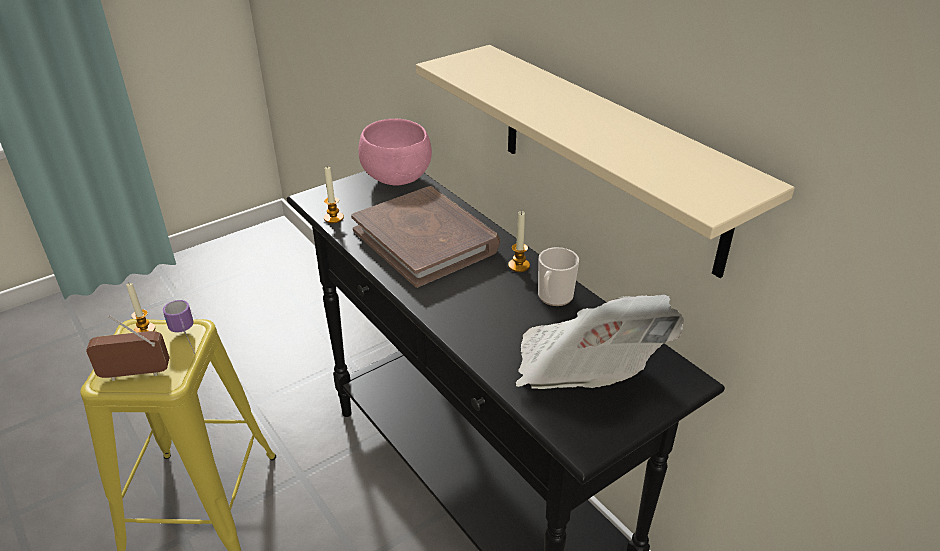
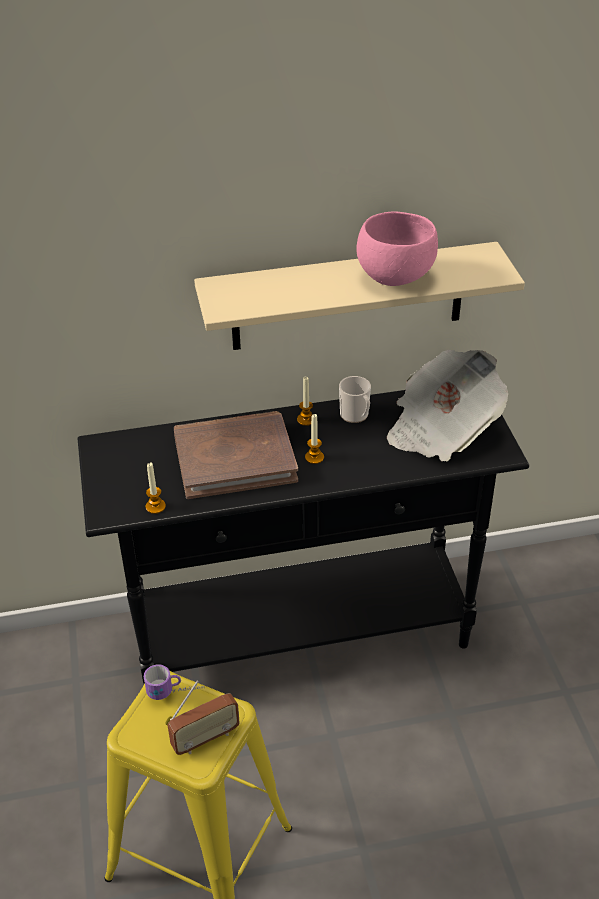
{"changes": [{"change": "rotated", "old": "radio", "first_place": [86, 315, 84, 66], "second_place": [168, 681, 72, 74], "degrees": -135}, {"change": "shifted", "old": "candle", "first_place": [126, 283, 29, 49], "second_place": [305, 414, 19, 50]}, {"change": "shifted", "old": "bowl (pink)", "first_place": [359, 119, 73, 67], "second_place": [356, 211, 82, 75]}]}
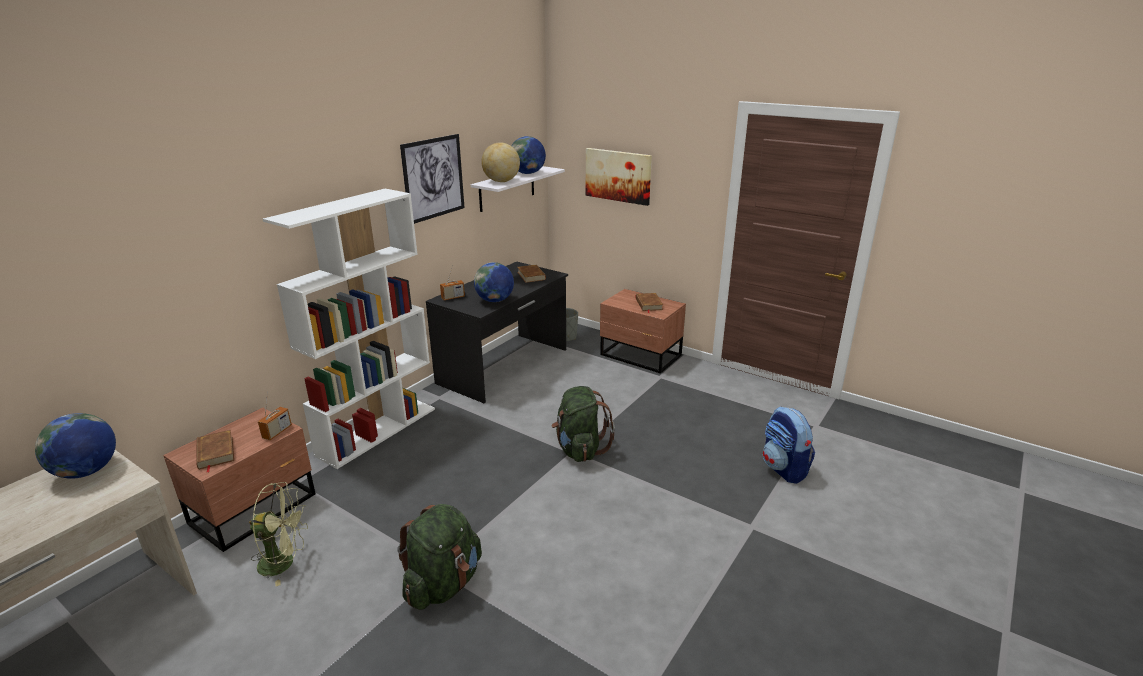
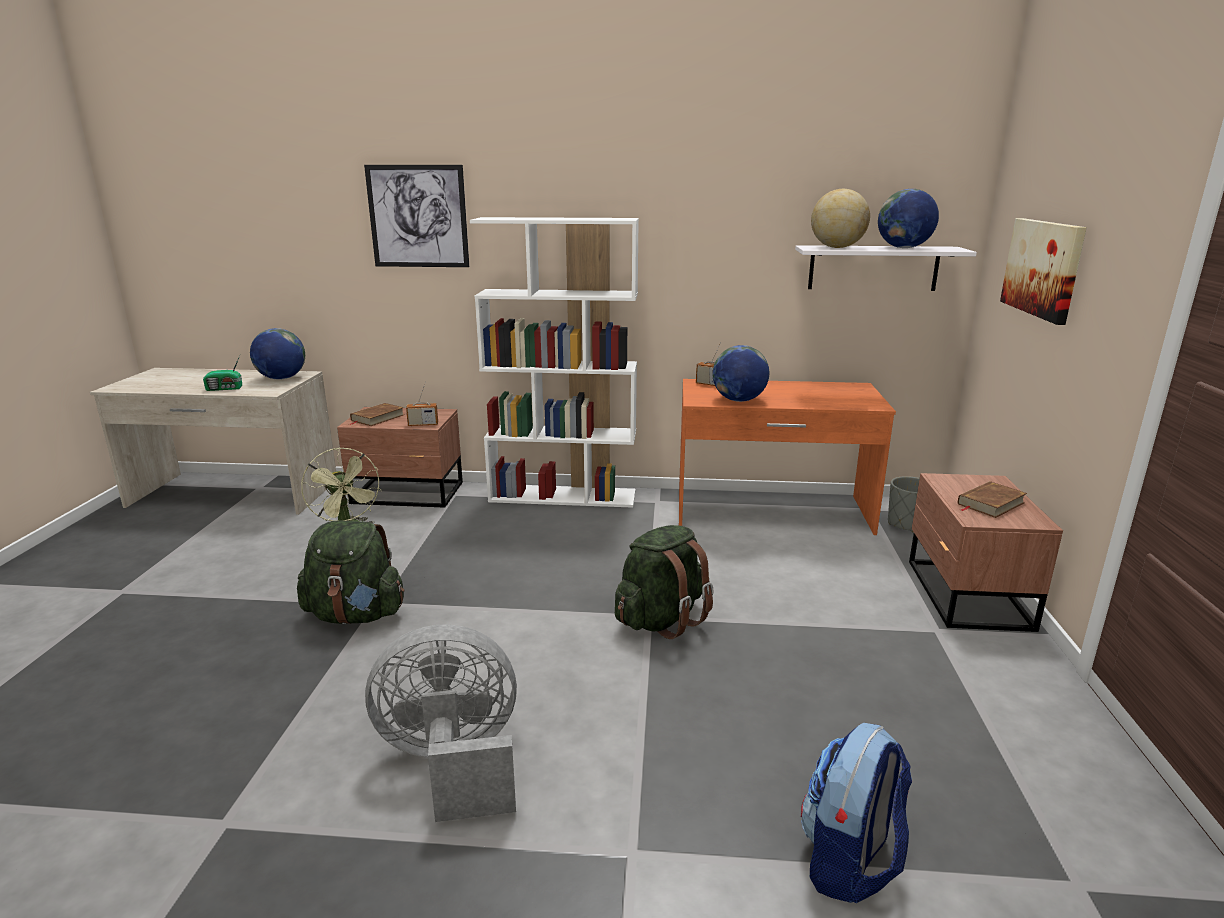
{"changes": [{"change": "new", "new": "radio", "second_place": [203, 355, 39, 36]}, {"change": "shifted", "old": "picture", "first_place": [400, 134, 65, 90], "second_place": [364, 165, 105, 102]}, {"change": "new", "new": "fan (grey)", "second_place": [365, 625, 152, 197]}, {"change": "repainted", "old": "desk (black)", "new": "desk (orange)", "first_place": [426, 262, 142, 141], "second_place": [679, 379, 217, 156]}, {"change": "gone", "old": "book (brown)", "first_place": [517, 265, 29, 18]}]}
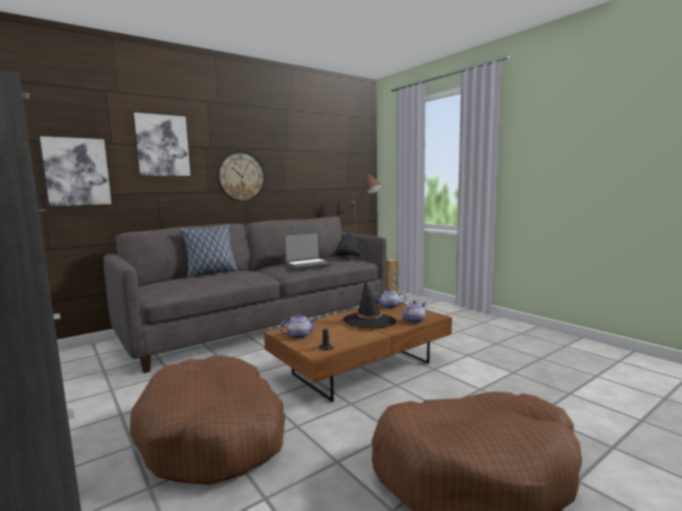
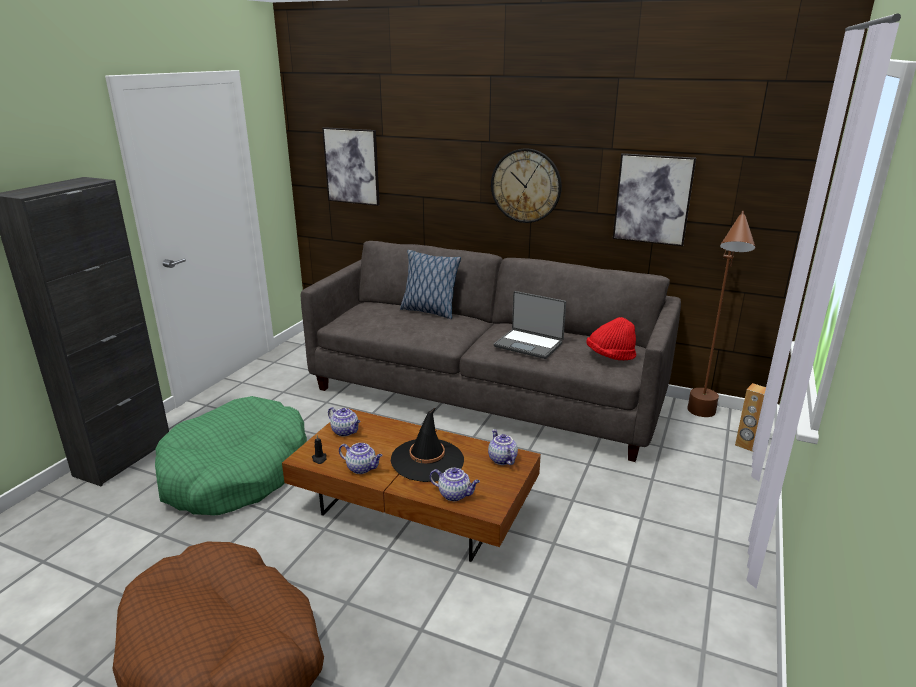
{"changes": [{"change": "repainted", "old": "dog bed (brown)", "new": "dog bed (green)", "first_place": [130, 356, 156, 129], "second_place": [155, 396, 152, 119]}, {"change": "new", "new": "teapot", "second_place": [339, 443, 44, 31]}, {"change": "repainted", "old": "hat (black)", "new": "hat (red)", "first_place": [335, 234, 25, 22], "second_place": [586, 317, 50, 44]}, {"change": "shifted", "old": "picture", "first_place": [132, 111, 60, 66], "second_place": [613, 153, 83, 93]}]}
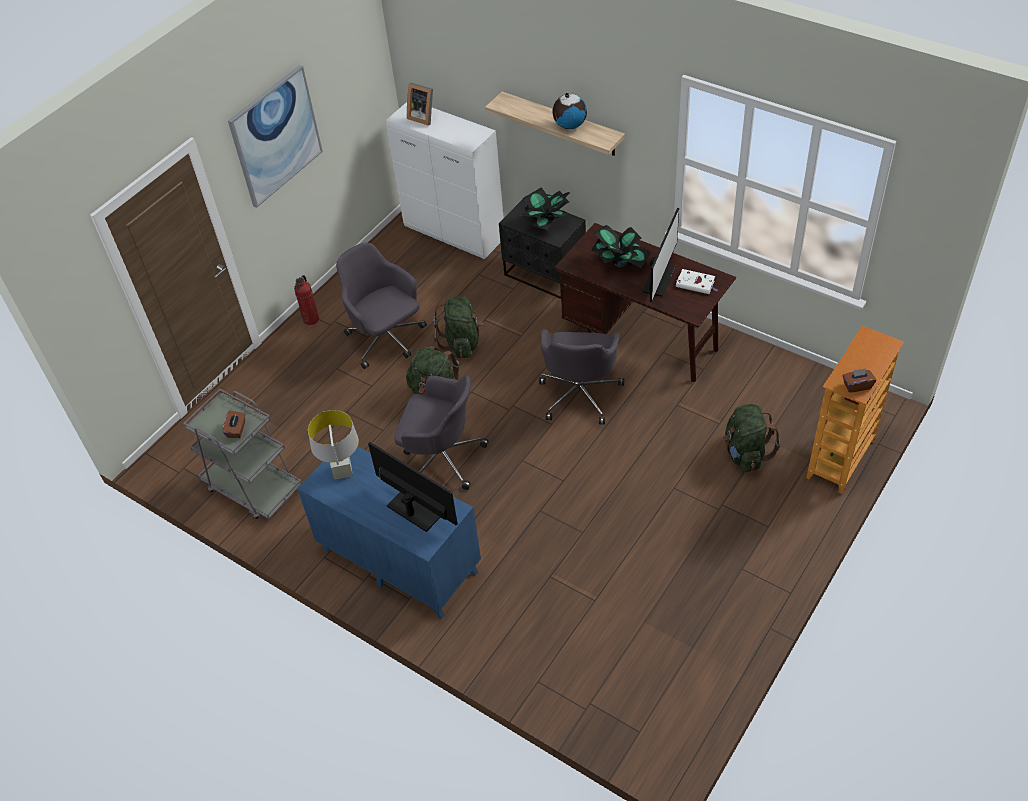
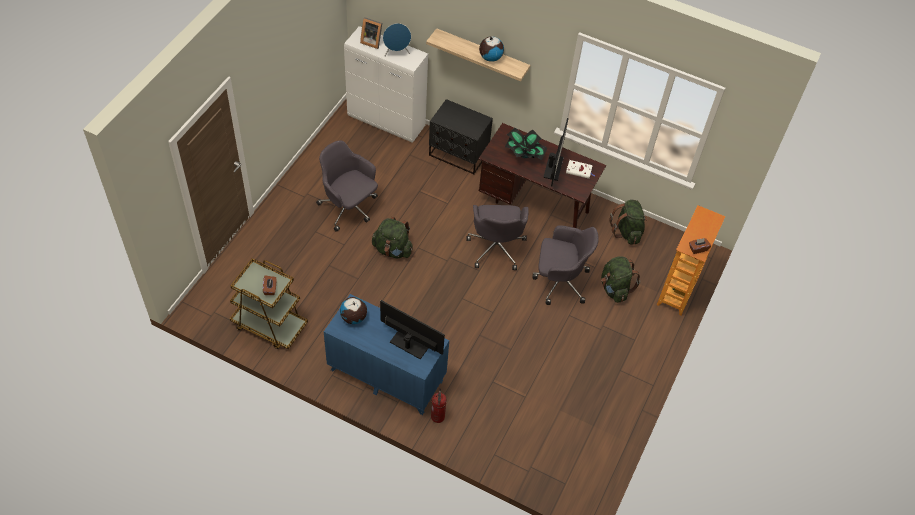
{"changes": [{"change": "repainted", "old": "cart (grey)", "new": "cart (brown)", "first_place": [183, 389, 119, 130], "second_place": [230, 258, 78, 91]}, {"change": "swapped", "old": "table lamp (grey)", "new": "globe", "first_place": [308, 410, 51, 69], "second_place": [340, 297, 27, 27]}, {"change": "new", "new": "speaker (blue)", "second_place": [383, 23, 28, 33]}, {"change": "shifted", "old": "fire extinguisher", "first_place": [294, 275, 25, 50], "second_place": [431, 388, 15, 35]}, {"change": "shifted", "old": "office chair (grey)", "first_place": [394, 375, 95, 115], "second_place": [532, 225, 67, 80]}, {"change": "shifted", "old": "backpack (green)", "first_place": [434, 296, 49, 62], "second_place": [609, 200, 39, 45]}, {"change": "gone", "old": "picture", "first_place": [228, 65, 95, 143]}, {"change": "gone", "old": "potted plant", "first_place": [521, 187, 49, 43]}]}
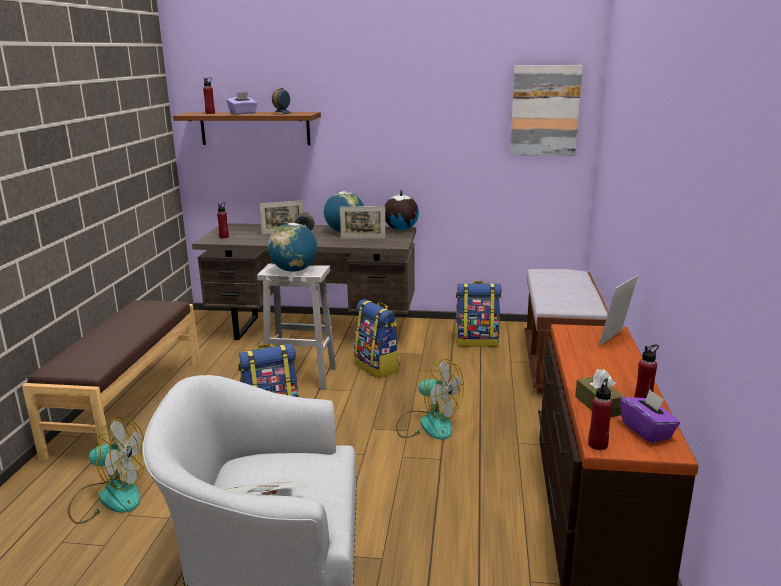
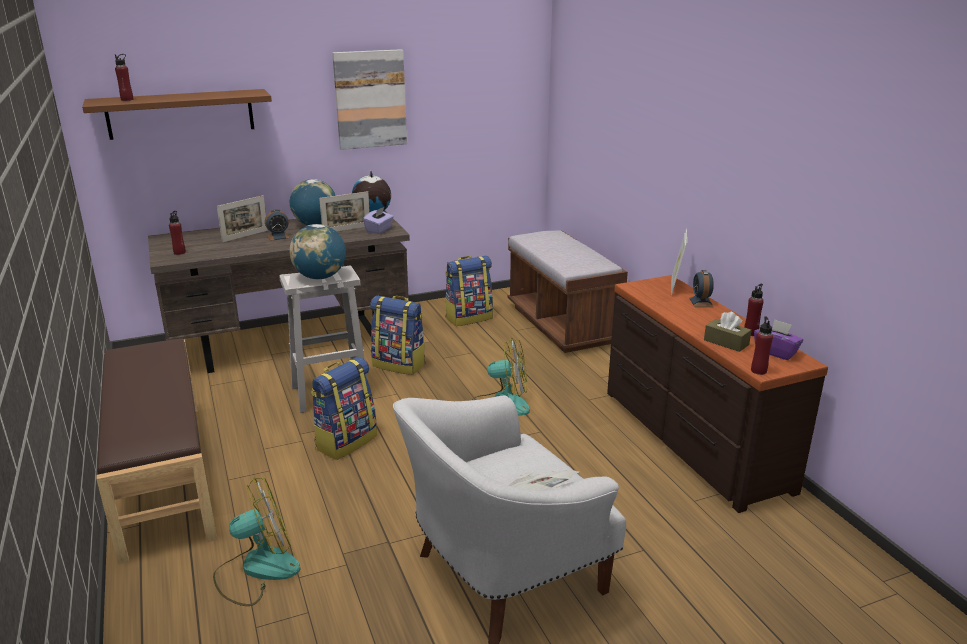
{"changes": [{"change": "shifted", "old": "picture", "first_place": [510, 65, 73, 91], "second_place": [332, 49, 75, 101]}, {"change": "shifted", "old": "tissue box (purple)", "first_place": [227, 92, 30, 23], "second_place": [363, 207, 31, 27]}, {"change": "shifted", "old": "alarm clock", "first_place": [272, 88, 20, 27], "second_place": [689, 270, 25, 37]}]}
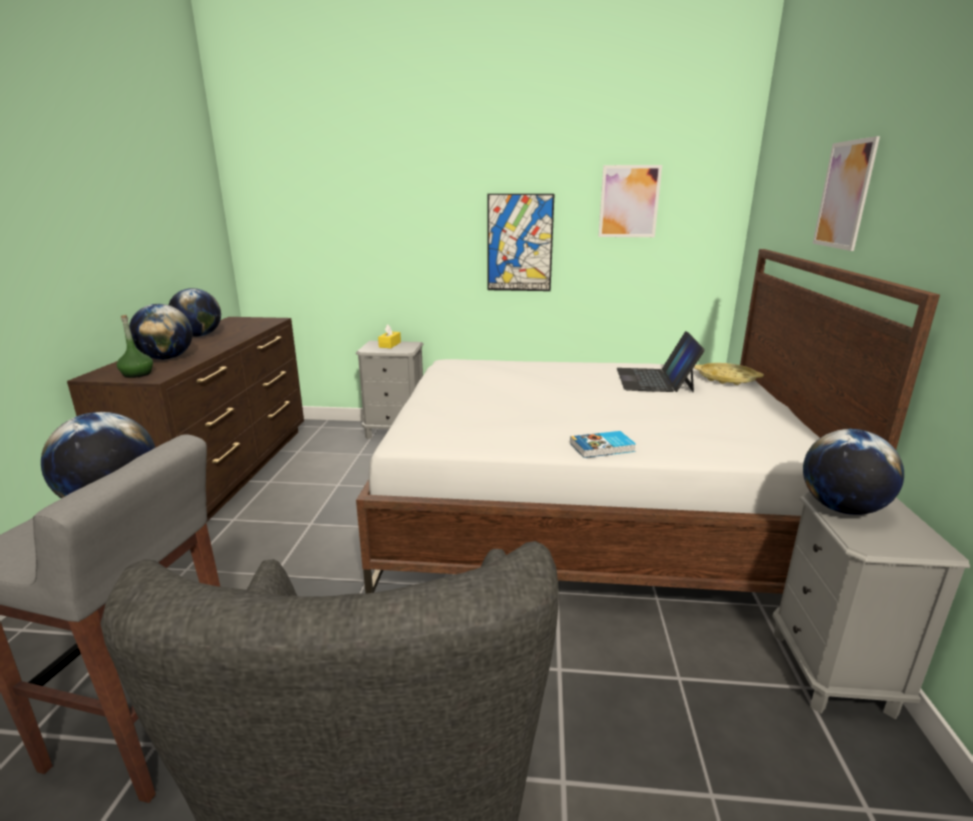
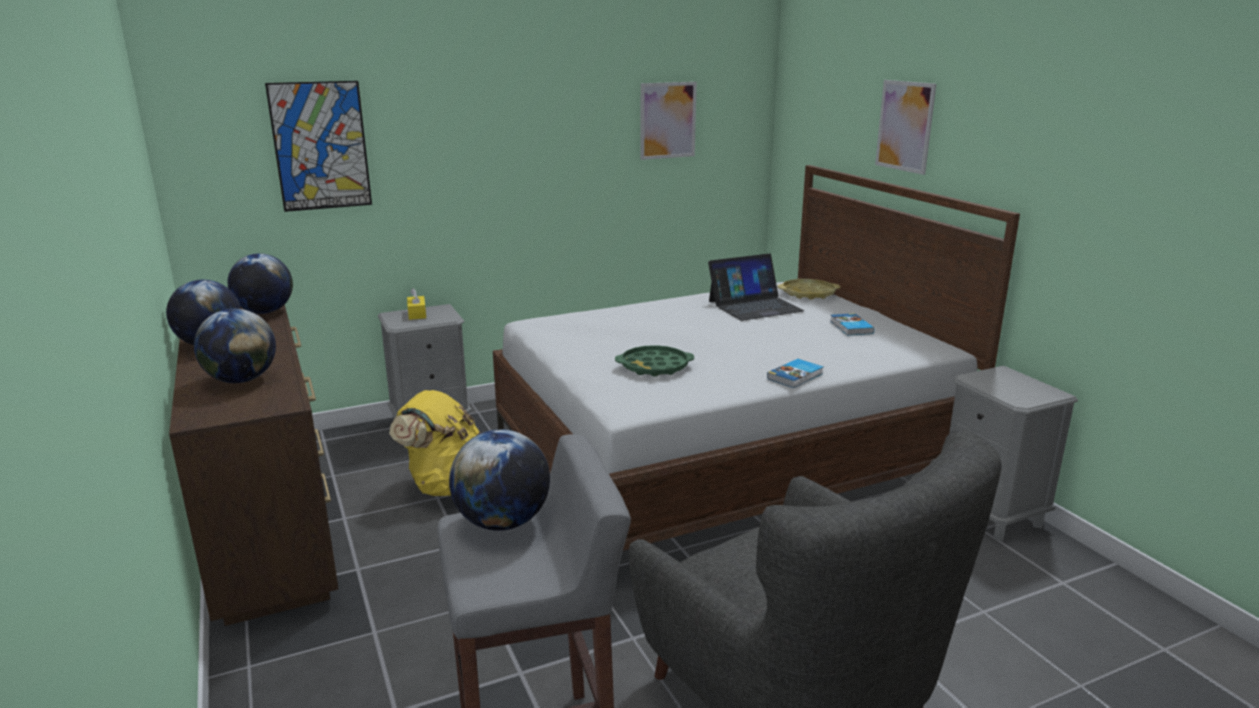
{"changes": [{"change": "shifted", "old": "globe", "first_place": [803, 429, 101, 86], "second_place": [228, 253, 65, 61]}, {"change": "shifted", "old": "picture", "first_place": [487, 194, 67, 97], "second_place": [265, 81, 107, 131]}, {"change": "new", "new": "backpack (yellow)", "second_place": [389, 390, 94, 106]}, {"change": "new", "new": "tray (green)", "second_place": [615, 345, 79, 32]}, {"change": "rotated", "old": "laptop", "first_place": [617, 331, 88, 62], "second_place": [708, 253, 96, 68], "degrees": -90}, {"change": "new", "new": "book", "second_place": [830, 313, 44, 23]}, {"change": "gone", "old": "bottle (green)", "first_place": [117, 315, 36, 63]}]}
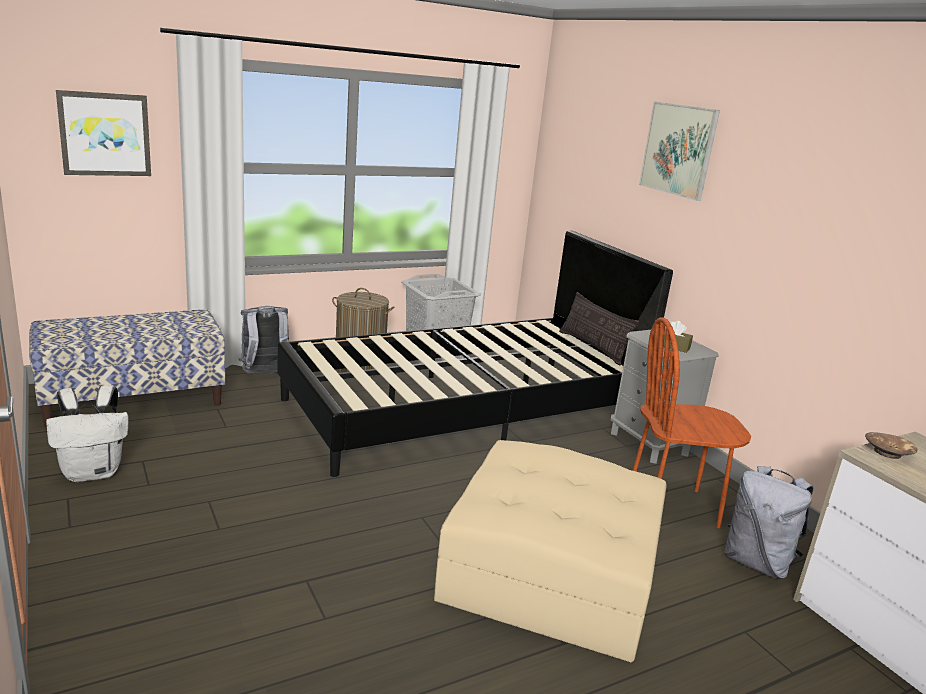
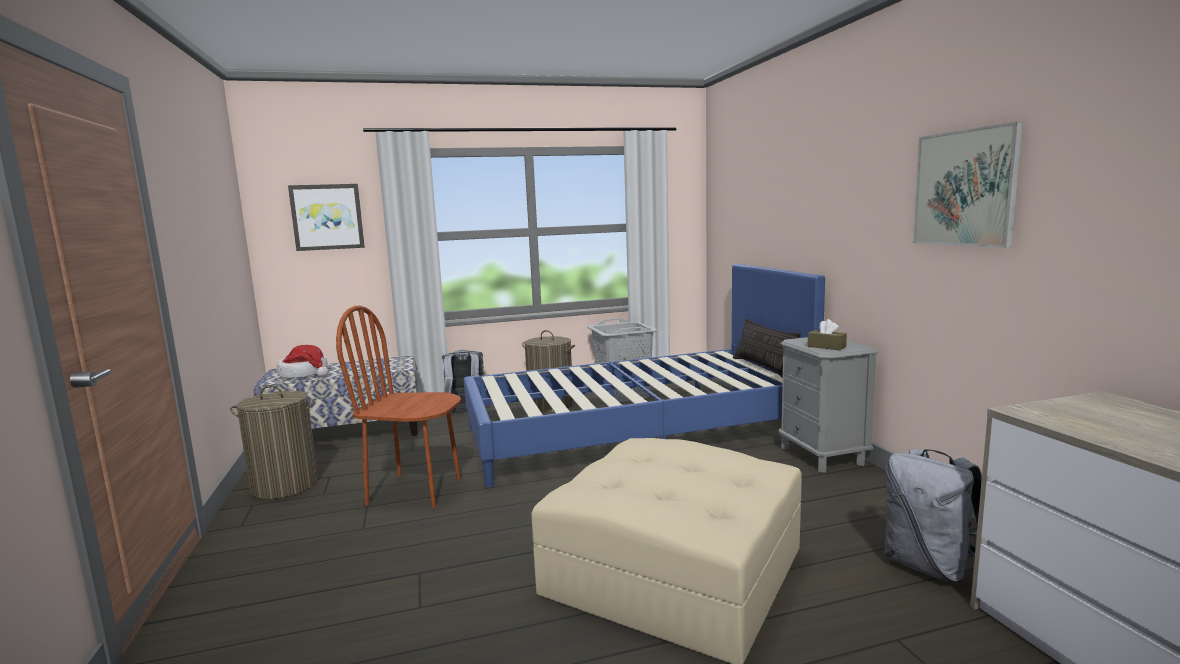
{"changes": [{"change": "swapped", "old": "backpack (white)", "new": "laundry basket", "first_place": [46, 385, 83, 97], "second_place": [230, 385, 88, 114]}, {"change": "new", "new": "hat", "second_place": [277, 345, 51, 33]}, {"change": "shifted", "old": "chair (brown)", "first_place": [632, 317, 119, 211], "second_place": [336, 305, 125, 203]}, {"change": "repainted", "old": "bed (black)", "new": "bed (blue)", "first_place": [278, 230, 395, 247], "second_place": [464, 264, 361, 223]}, {"change": "shifted", "old": "picture", "first_place": [639, 101, 81, 100], "second_place": [913, 121, 110, 127]}, {"change": "gone", "old": "bowl (brown)", "first_place": [865, 432, 52, 27]}]}
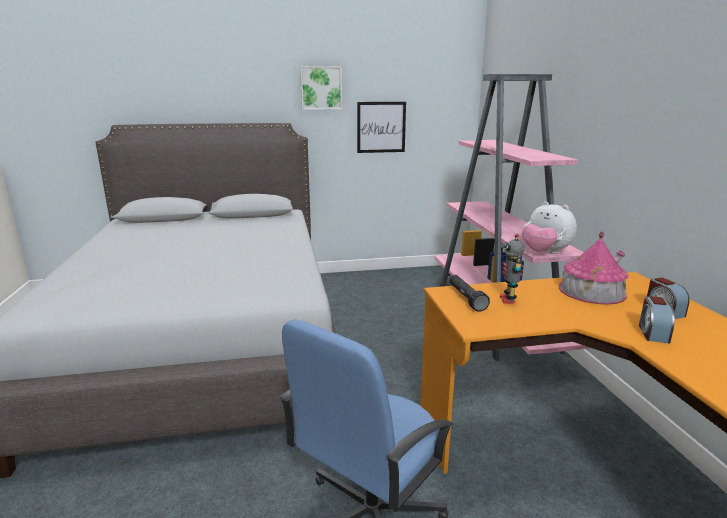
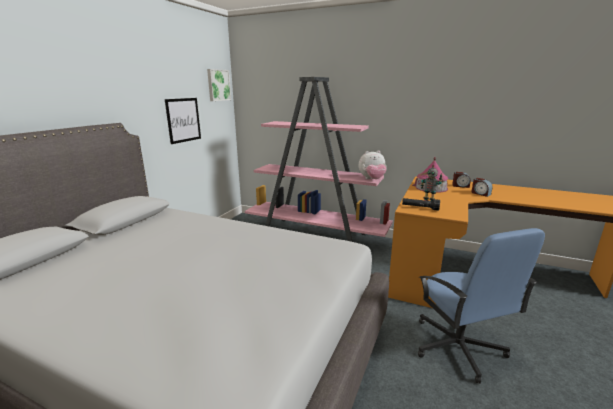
{"changes": [{"change": "shifted", "old": "picture", "first_place": [300, 66, 42, 44], "second_place": [207, 69, 24, 32]}]}
